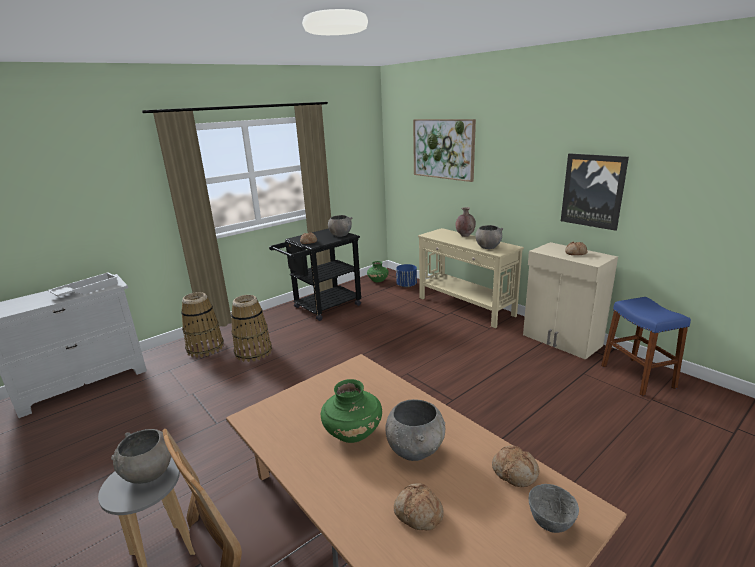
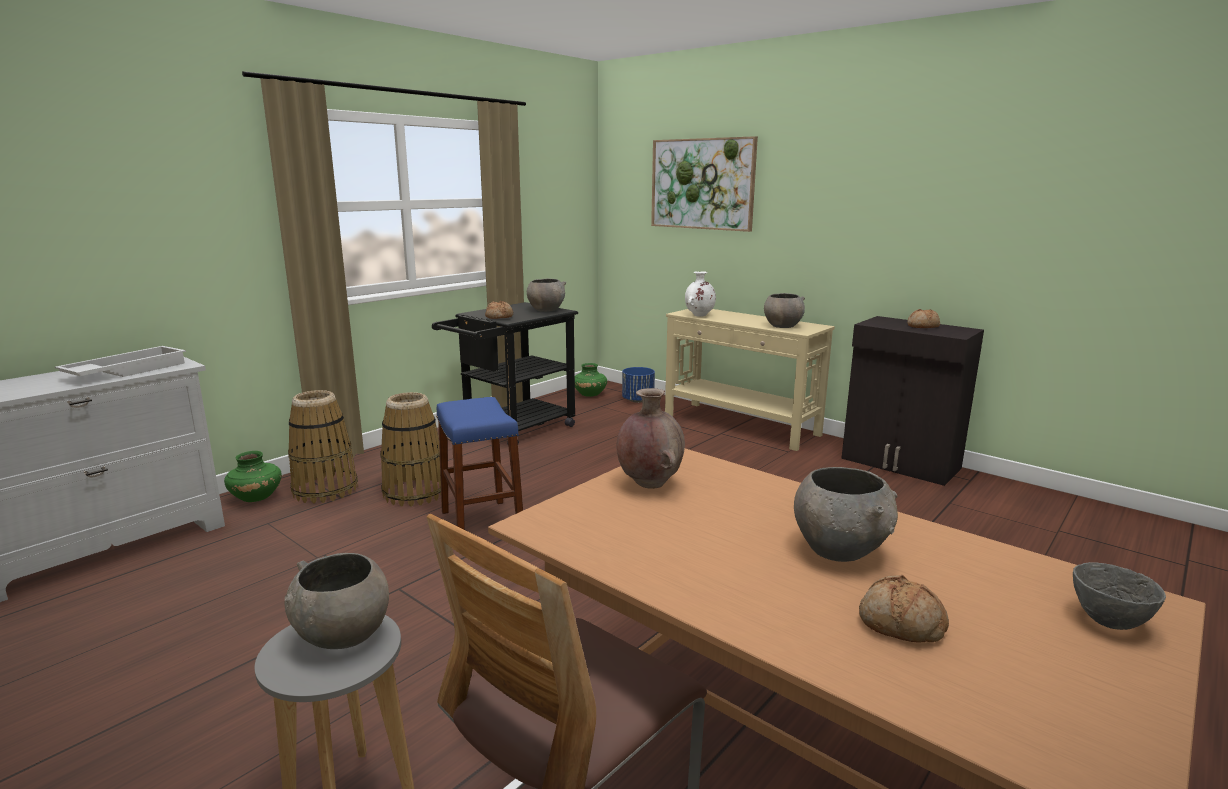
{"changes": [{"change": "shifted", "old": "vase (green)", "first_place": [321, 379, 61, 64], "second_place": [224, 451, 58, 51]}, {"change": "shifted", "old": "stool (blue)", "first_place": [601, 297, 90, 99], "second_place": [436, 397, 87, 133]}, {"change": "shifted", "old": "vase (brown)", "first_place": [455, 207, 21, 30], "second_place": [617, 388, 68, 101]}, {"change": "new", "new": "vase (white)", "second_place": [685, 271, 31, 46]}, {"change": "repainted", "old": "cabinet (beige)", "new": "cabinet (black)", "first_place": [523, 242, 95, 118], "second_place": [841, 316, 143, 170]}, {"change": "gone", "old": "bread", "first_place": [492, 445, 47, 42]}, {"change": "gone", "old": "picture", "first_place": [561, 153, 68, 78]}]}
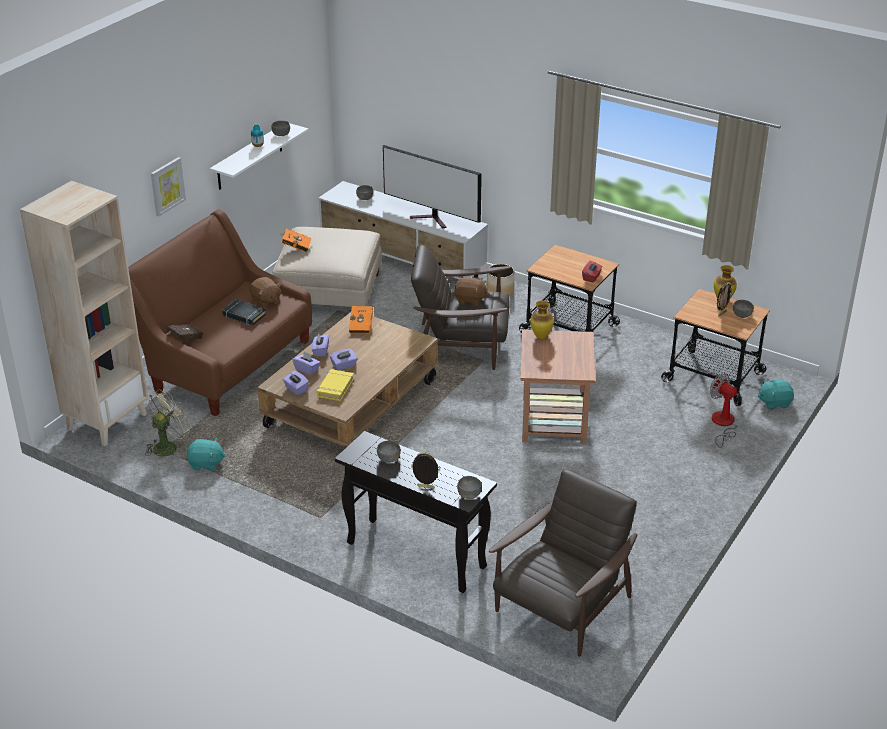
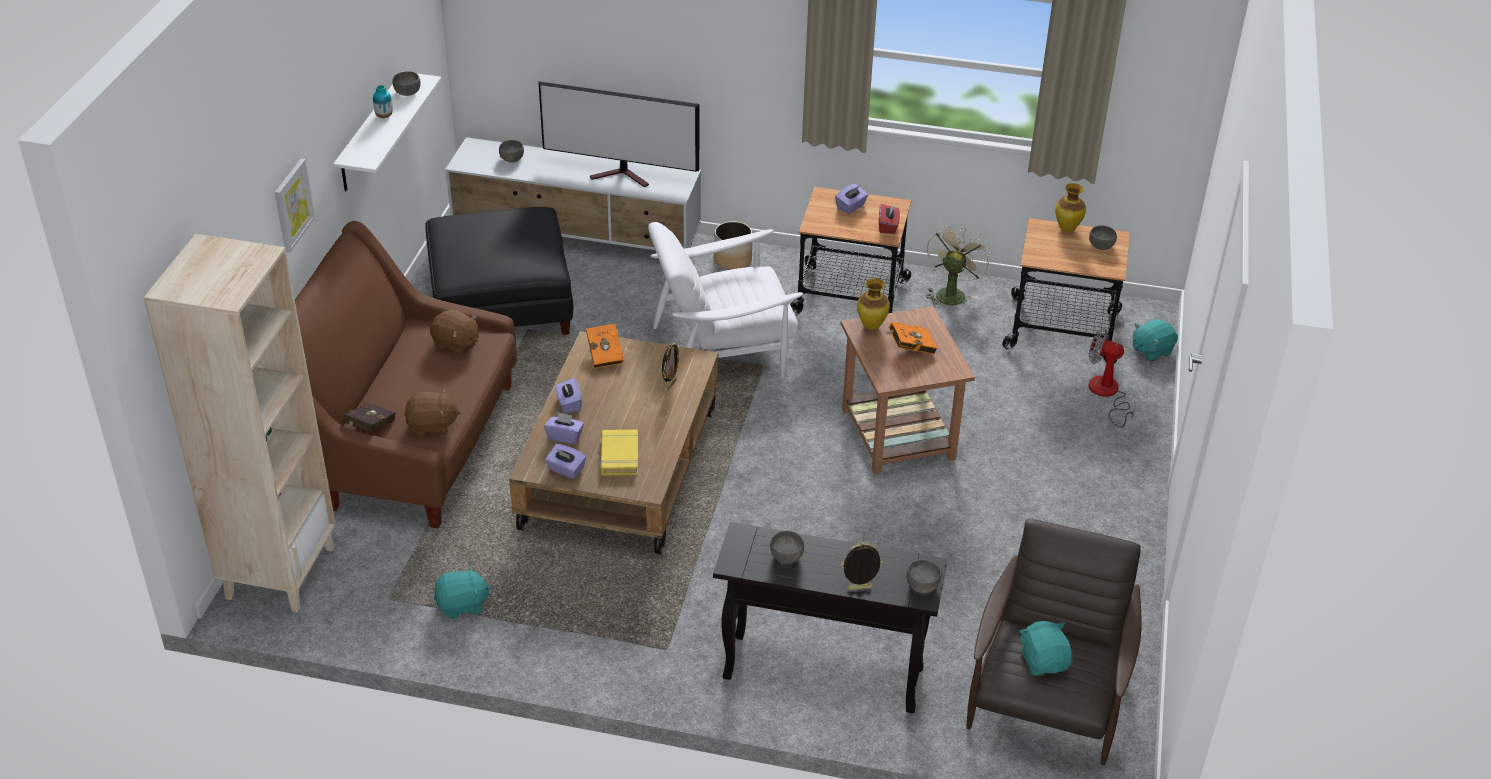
{"changes": [{"change": "shifted", "old": "plush toy (brown)", "first_place": [454, 277, 35, 29], "second_place": [404, 389, 57, 47]}, {"change": "repainted", "old": "ottoman (beige)", "new": "ottoman (black)", "first_place": [272, 227, 110, 80], "second_place": [425, 207, 149, 128]}, {"change": "repainted", "old": "armchair (brown)", "new": "armchair (white)", "first_place": [411, 245, 100, 125], "second_place": [648, 222, 155, 155]}, {"change": "shifted", "old": "picture frame", "first_place": [717, 282, 16, 35], "second_place": [662, 342, 18, 49]}, {"change": "shifted", "old": "tissue box (purple)", "first_place": [330, 349, 27, 22], "second_place": [835, 184, 33, 30]}, {"change": "shifted", "old": "book (orange)", "first_place": [280, 229, 32, 23], "second_place": [886, 322, 52, 32]}, {"change": "shifted", "old": "fan (beige)", "first_place": [145, 390, 47, 67], "second_place": [926, 225, 65, 83]}, {"change": "new", "new": "plush toy (turquoise)", "second_place": [1020, 621, 53, 55]}, {"change": "gone", "old": "book (black)", "first_place": [222, 299, 44, 27]}]}
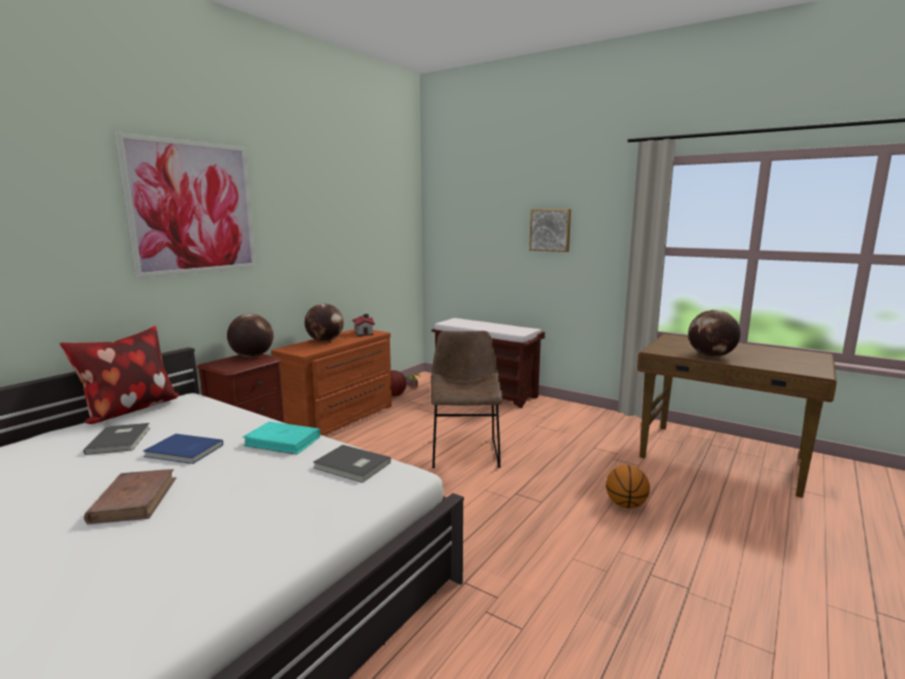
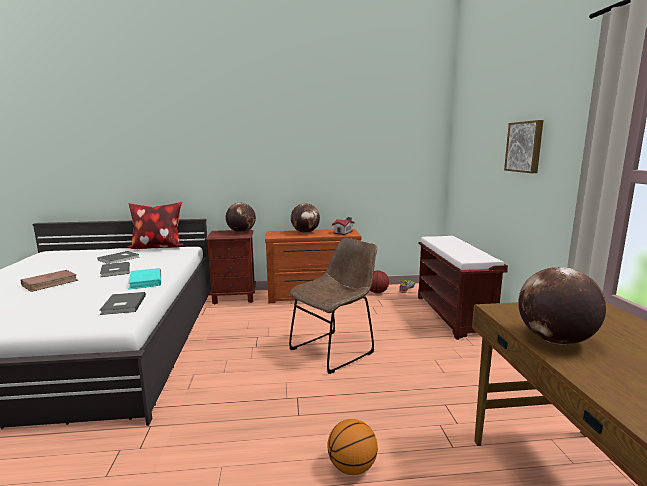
{"changes": [{"change": "repainted", "old": "book (blue)", "new": "book (grey)", "first_place": [143, 434, 80, 30], "second_place": [100, 262, 30, 15]}, {"change": "gone", "old": "picture", "first_place": [115, 132, 141, 146]}]}
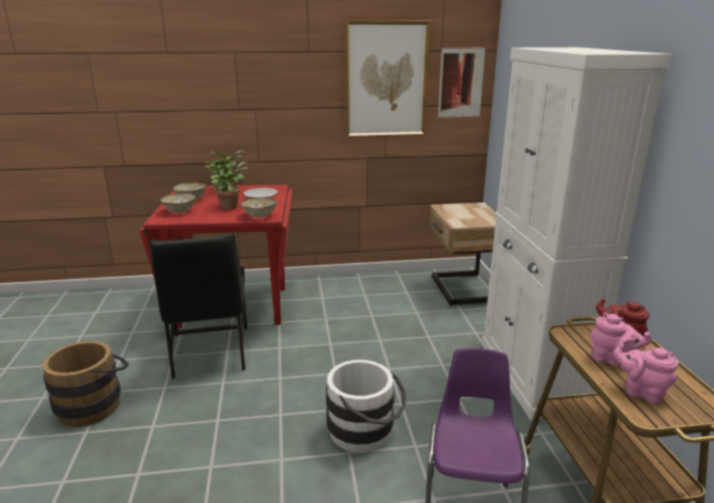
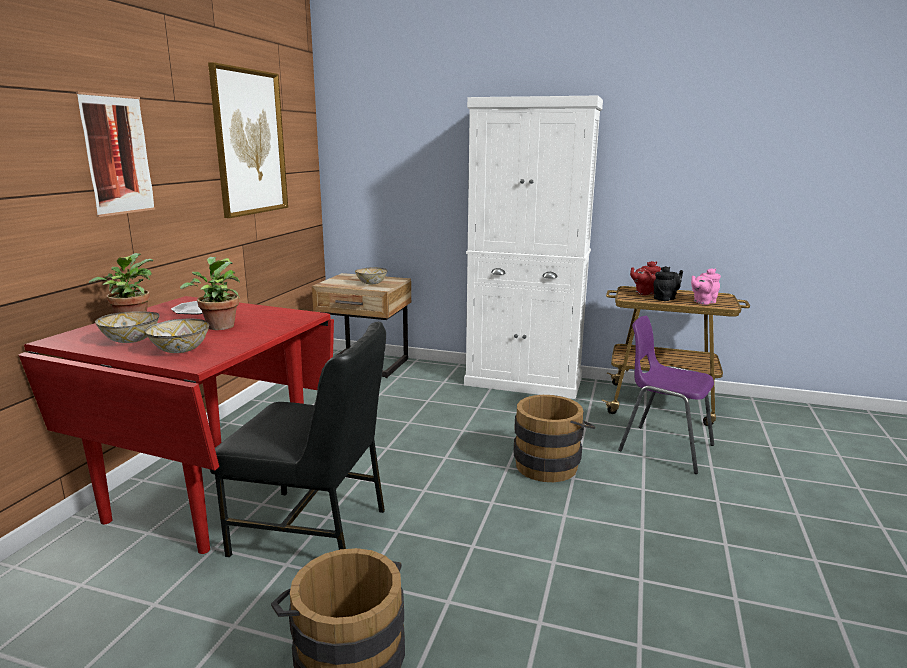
{"changes": [{"change": "shifted", "old": "picture", "first_place": [438, 47, 48, 71], "second_place": [76, 92, 79, 125]}, {"change": "shifted", "old": "bowl", "first_place": [241, 197, 36, 21], "second_place": [355, 267, 33, 17]}, {"change": "repainted", "old": "bucket (white)", "new": "bucket (brown)", "first_place": [326, 360, 80, 93], "second_place": [514, 395, 81, 87]}, {"change": "repainted", "old": "teapot (pink)", "new": "teapot (black)", "first_place": [591, 313, 61, 54], "second_place": [654, 266, 29, 35]}]}
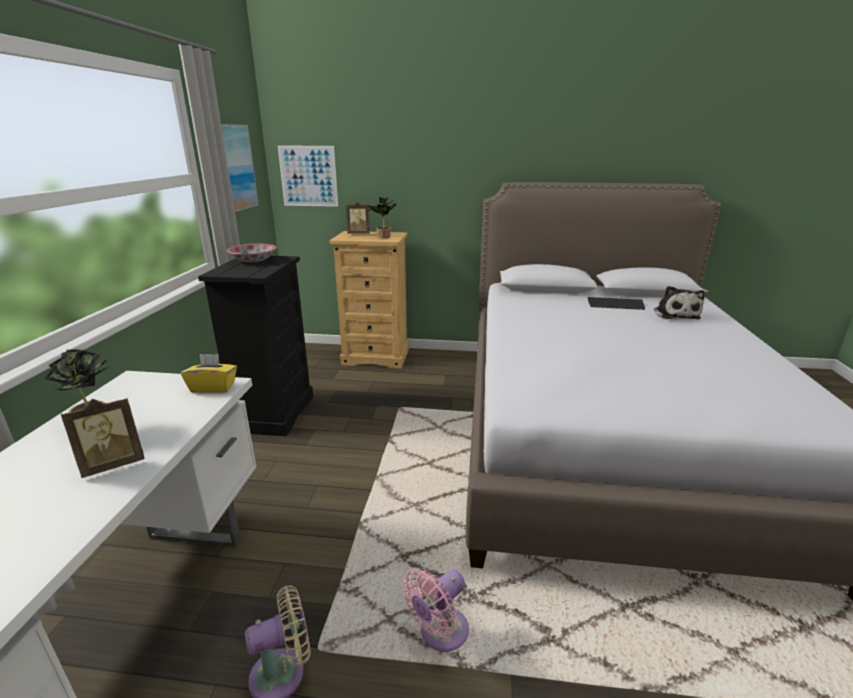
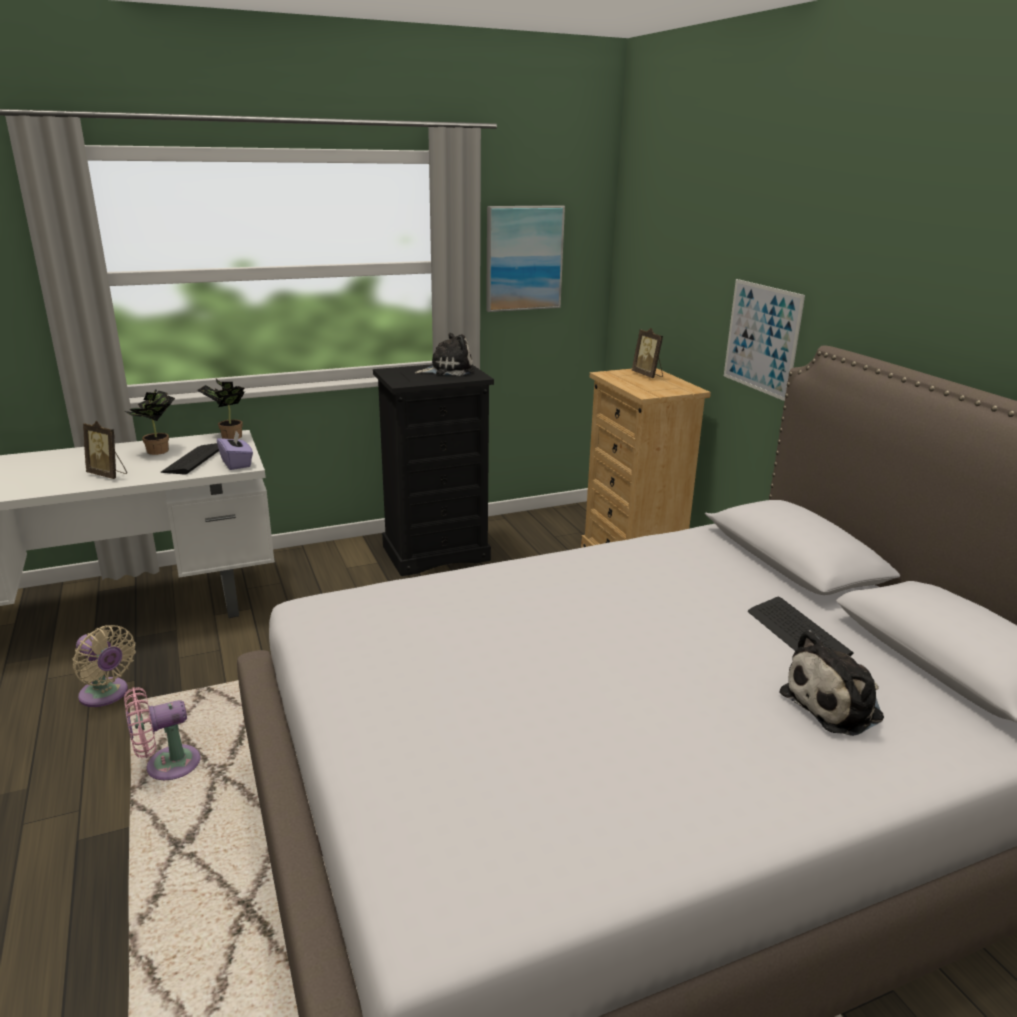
{"changes": [{"change": "rotated", "old": "fan (pink)", "first_place": [403, 568, 66, 84], "second_place": [124, 687, 77, 93], "degrees": -45}, {"change": "new", "new": "keyboard", "second_place": [161, 443, 58, 32]}, {"change": "shifted", "old": "potted plant", "first_place": [366, 198, 31, 40], "second_place": [197, 379, 48, 60]}, {"change": "repainted", "old": "tissue box (yellow)", "new": "tissue box (purple)", "first_place": [181, 354, 56, 39], "second_place": [217, 431, 36, 39]}, {"change": "swapped", "old": "bowl", "new": "plush toy", "first_place": [227, 244, 49, 18], "second_place": [415, 333, 59, 43]}, {"change": "shifted", "old": "picture", "first_place": [278, 146, 60, 61], "second_place": [724, 279, 81, 122]}]}
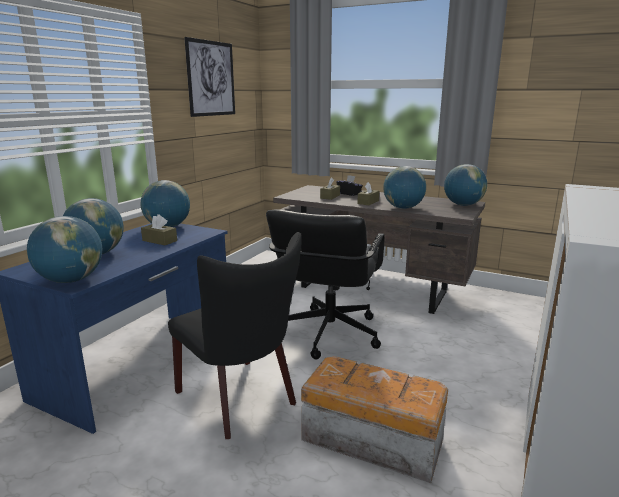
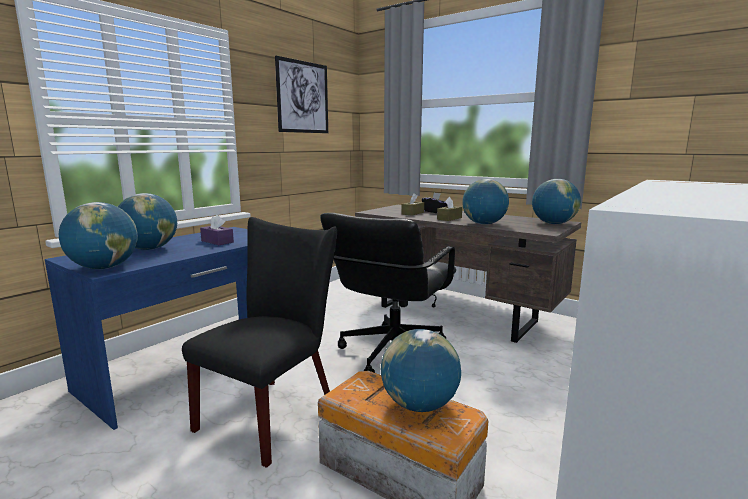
{"changes": [{"change": "rotated", "old": "chair (black)", "first_place": [168, 232, 133, 207], "second_place": [182, 217, 155, 251], "degrees": -120}, {"change": "repainted", "old": "tissue box (brown)", "new": "tissue box (purple)", "first_place": [141, 214, 36, 31], "second_place": [200, 215, 34, 30]}, {"change": "shifted", "old": "globe", "first_place": [141, 180, 49, 47], "second_place": [381, 329, 80, 83]}]}
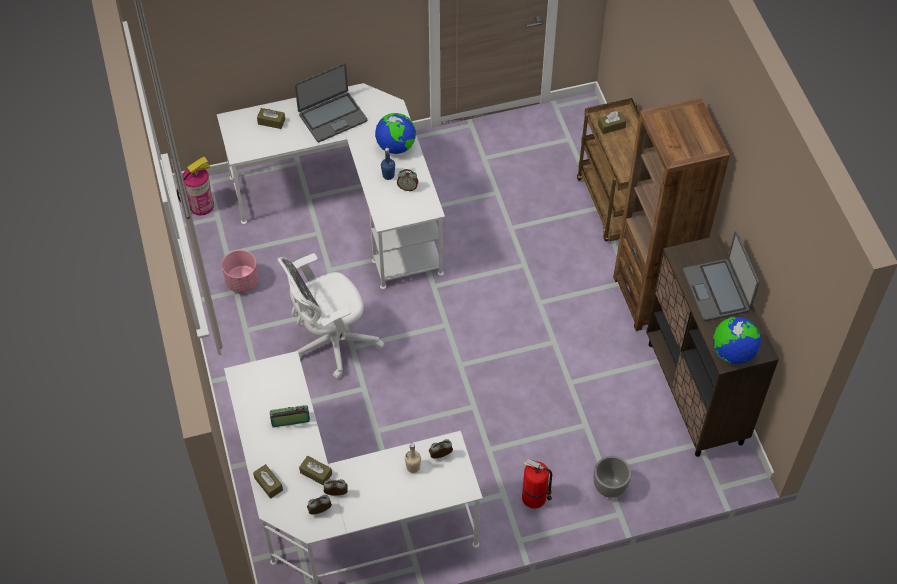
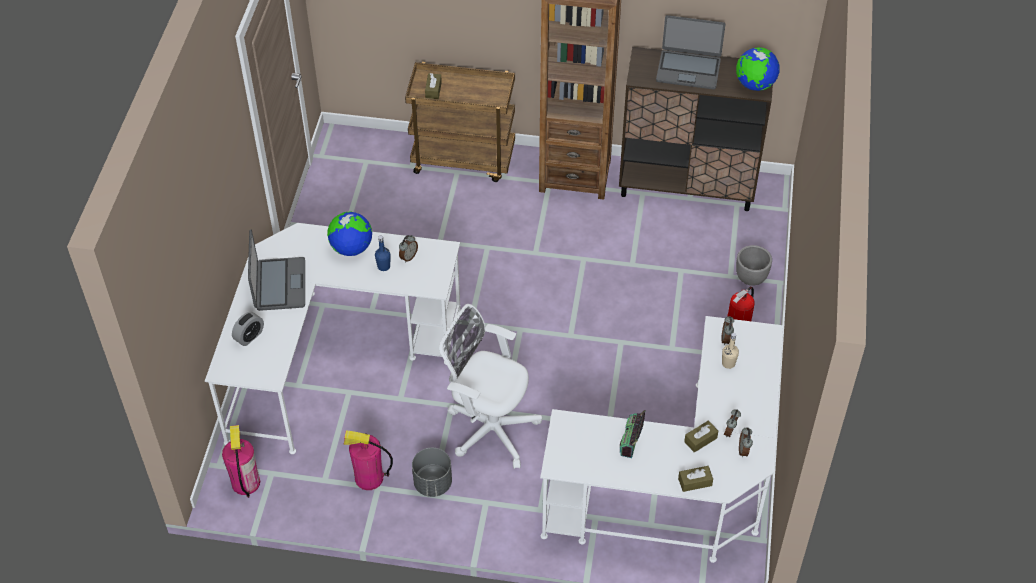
{"changes": [{"change": "swapped", "old": "tissue box (brown)", "new": "alarm clock", "first_place": [257, 108, 28, 21], "second_place": [232, 312, 32, 34]}, {"change": "swapped", "old": "planter (pink)", "new": "fire extinguisher", "first_place": [222, 250, 37, 43], "second_place": [343, 431, 50, 59]}, {"change": "new", "new": "planter (grey)", "second_place": [412, 448, 40, 49]}, {"change": "rotated", "old": "office chair (white)", "first_place": [278, 253, 107, 126], "second_place": [439, 304, 103, 165], "degrees": 120}]}
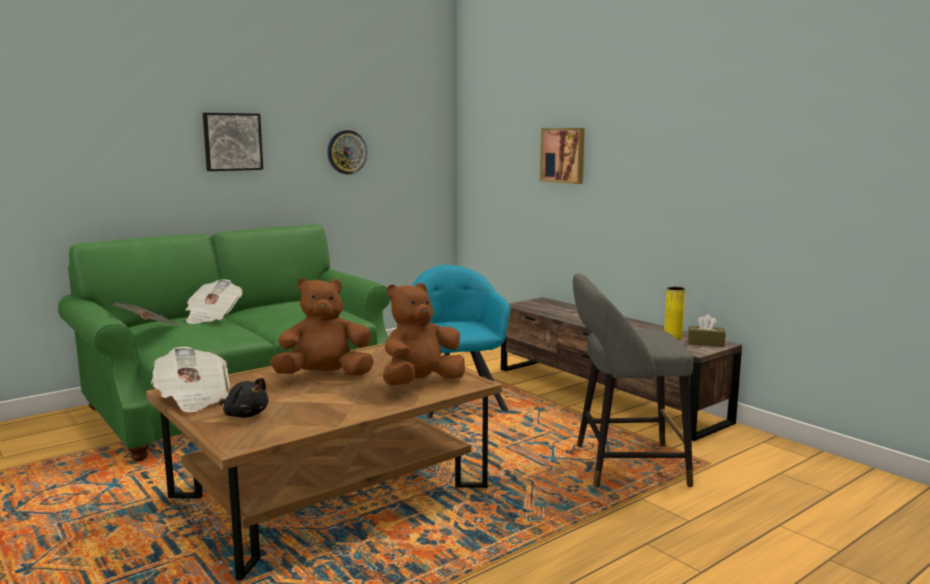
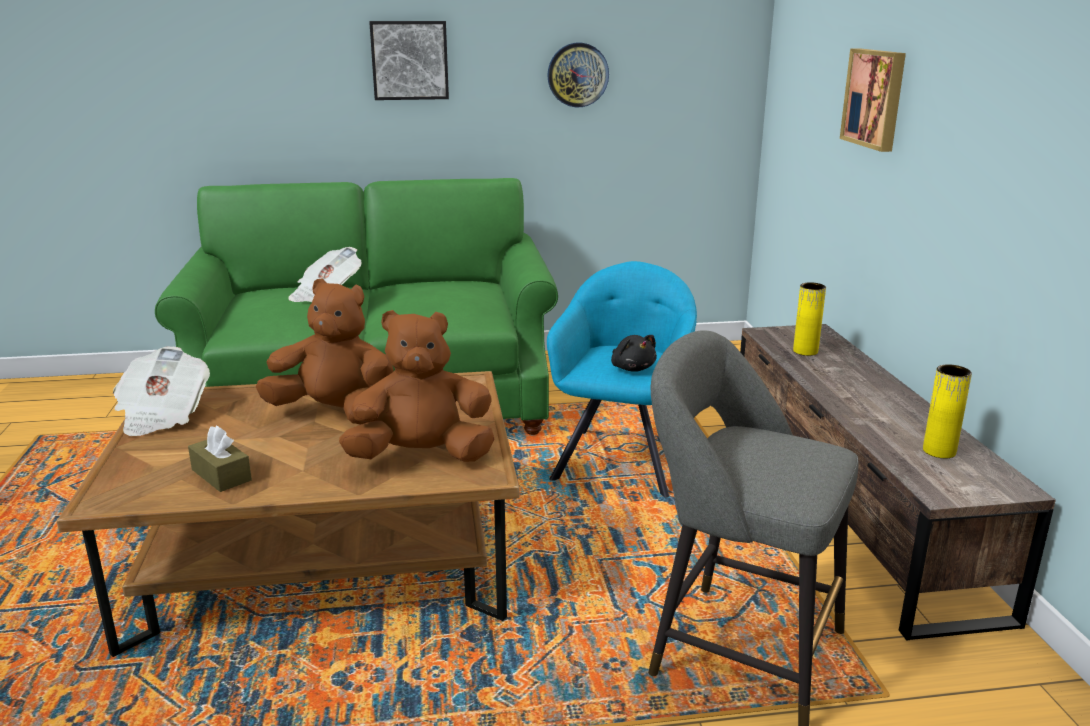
{"changes": [{"change": "shifted", "old": "tissue box (brown)", "first_place": [688, 315, 37, 32], "second_place": [188, 426, 64, 66]}, {"change": "shifted", "old": "plush toy (black)", "first_place": [220, 378, 49, 40], "second_place": [611, 335, 46, 37]}, {"change": "new", "new": "vase (yellow)", "second_place": [793, 282, 33, 74]}, {"change": "gone", "old": "newspaper", "first_place": [112, 302, 69, 23]}]}
